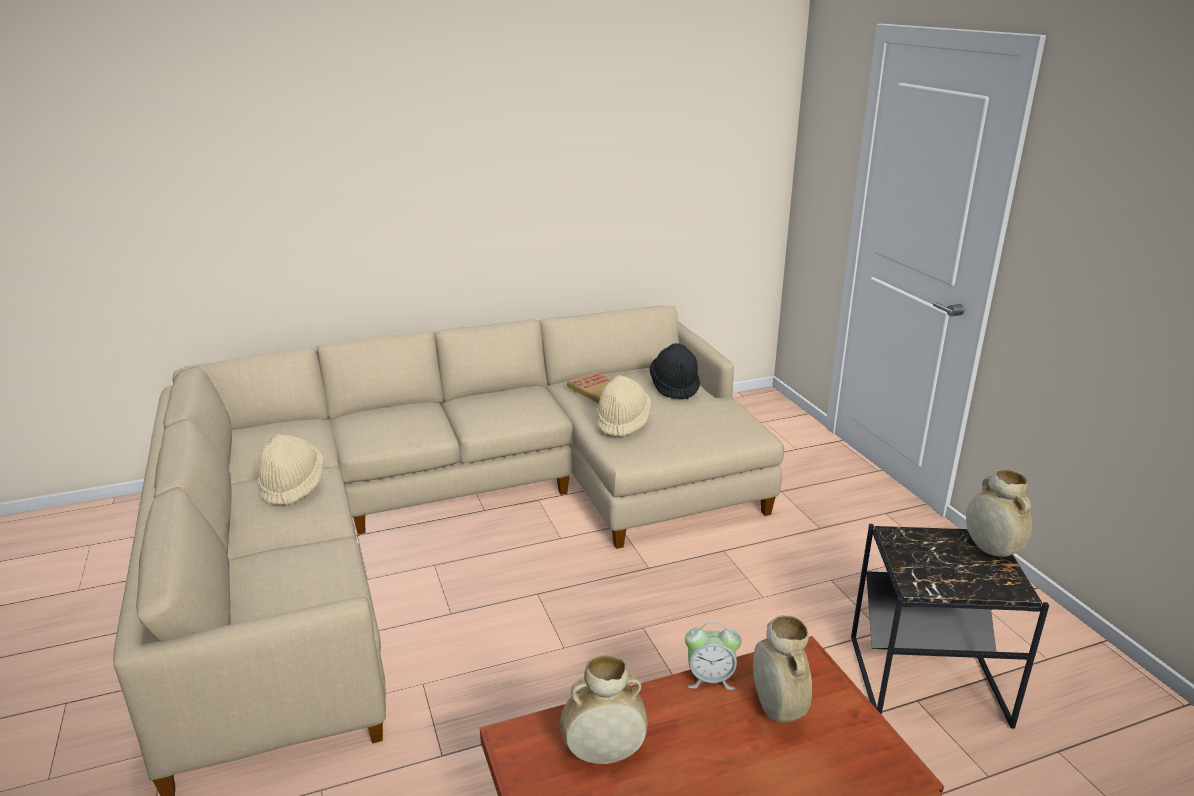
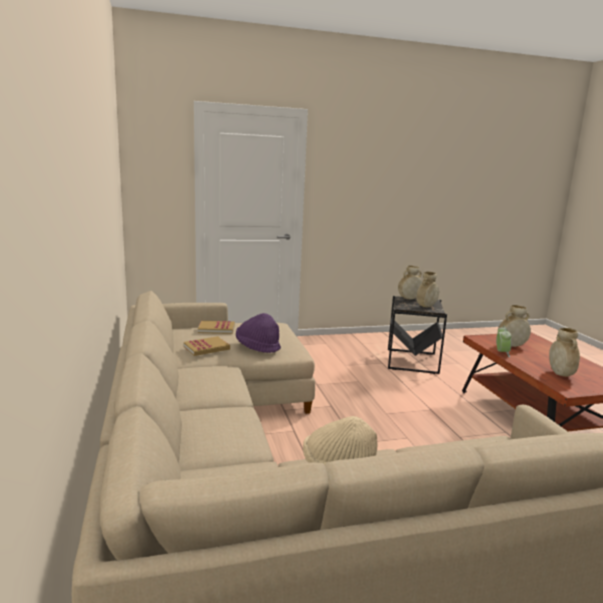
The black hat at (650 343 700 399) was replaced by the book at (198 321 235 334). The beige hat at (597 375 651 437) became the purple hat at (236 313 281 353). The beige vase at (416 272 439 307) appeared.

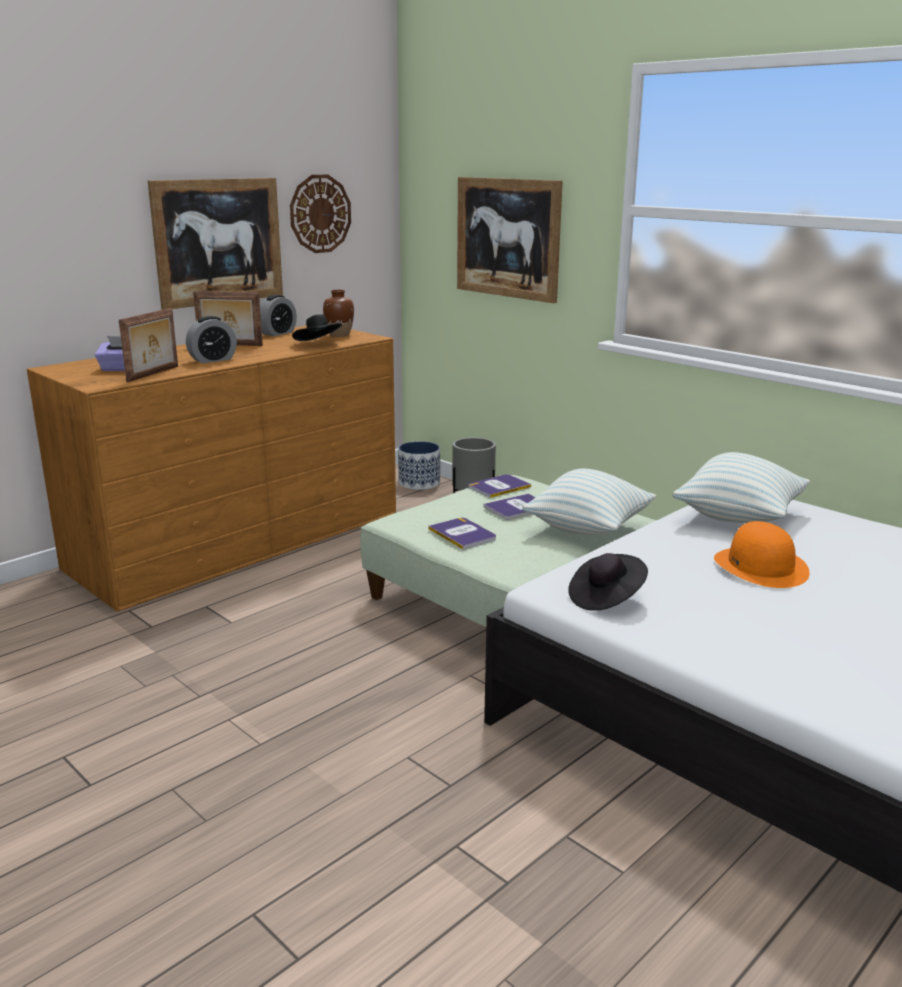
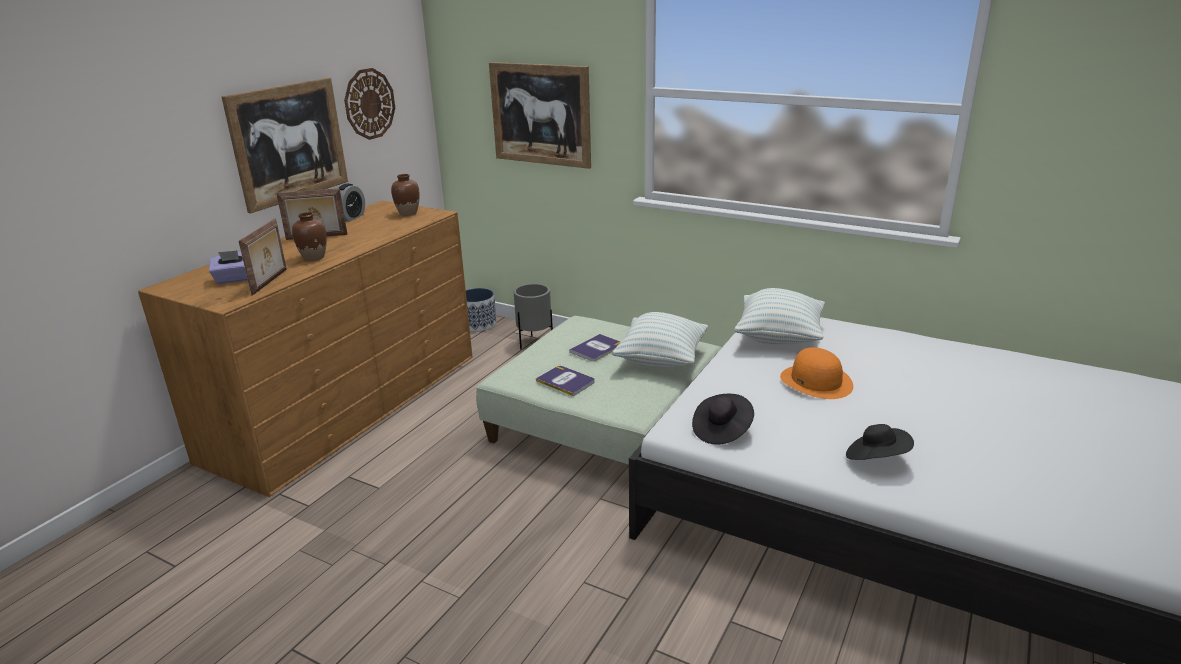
The black hat moved from (292 314 342 341) to (846 424 914 460). The alarm clock at (186 316 237 363) was replaced by the brown vase at (292 212 327 261). The book at (469 474 531 498) disappeared.

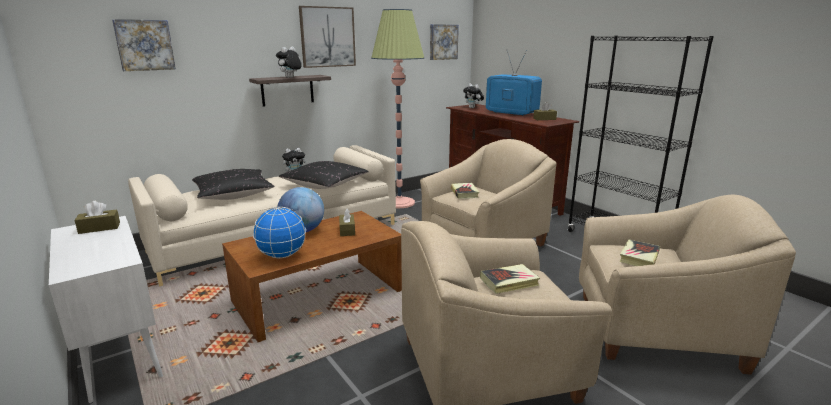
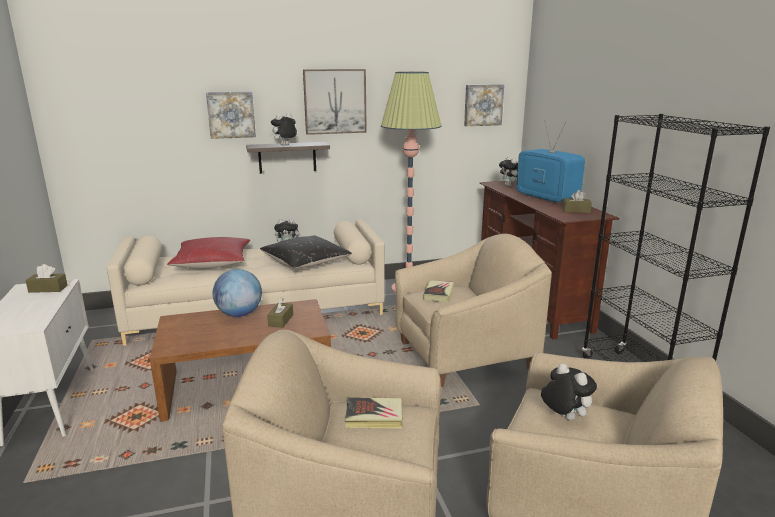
The picture moved from (112 19 176 71) to (206 92 256 139). The black pillow at (192 169 275 200) became the red pillow at (167 237 250 269). The globe at (253 207 306 258) disappeared. The book at (619 239 660 266) was replaced by the plush toy at (541 363 597 420).

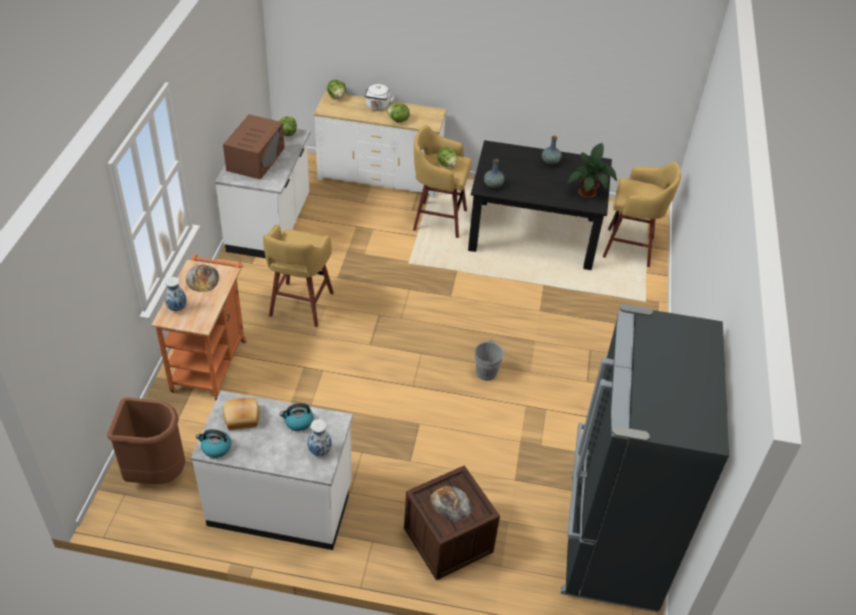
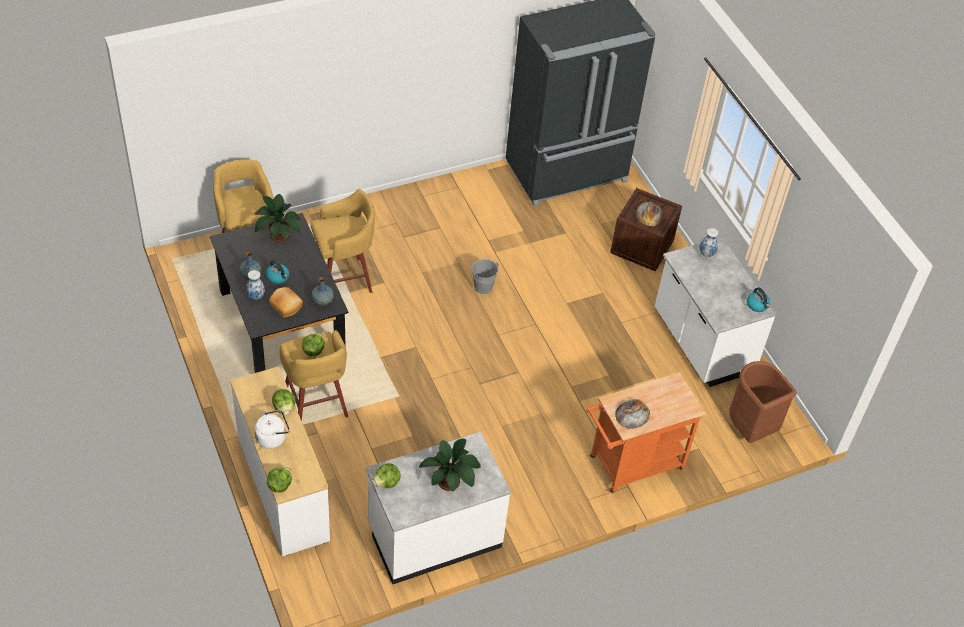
The brown microwave at (223 114 285 179) was replaced by the potted plant at (419 438 481 491). The yellow stool moved from (263 224 334 327) to (311 189 375 293). The vase moved from (165 277 187 311) to (246 270 265 300). The bread moved from (223 398 259 430) to (269 287 303 318). The kettle moved from (279 403 313 431) to (266 260 289 284).

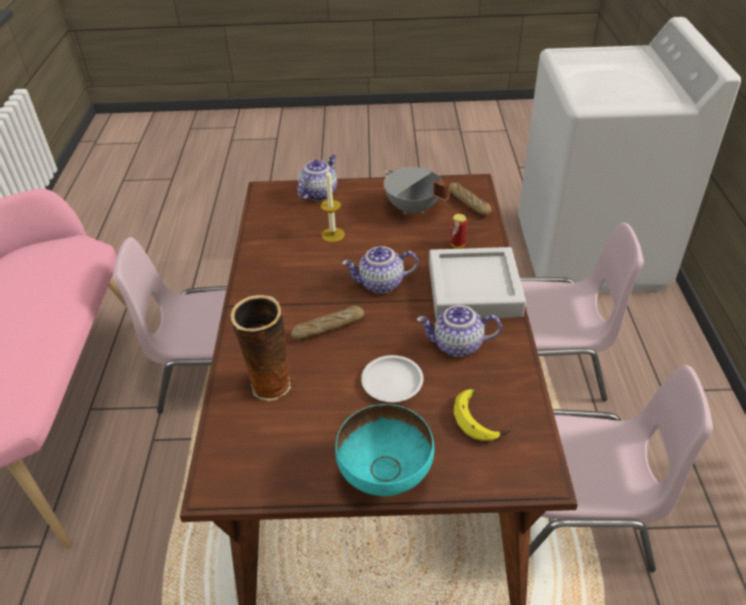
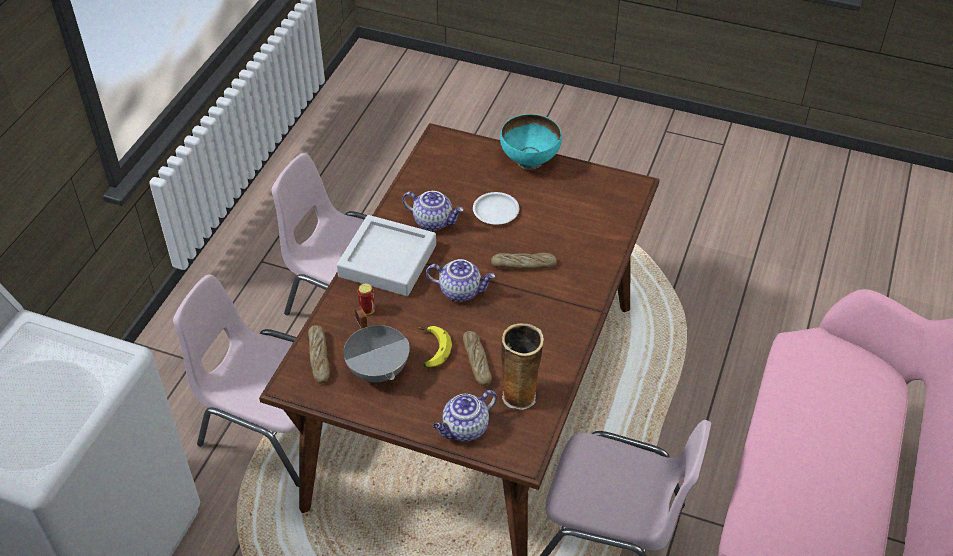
The candle at (320 170 345 242) was replaced by the bread at (463 331 492 386). The vase moved from (230 295 292 401) to (501 323 544 410). The banana moved from (454 389 511 441) to (418 326 452 367).

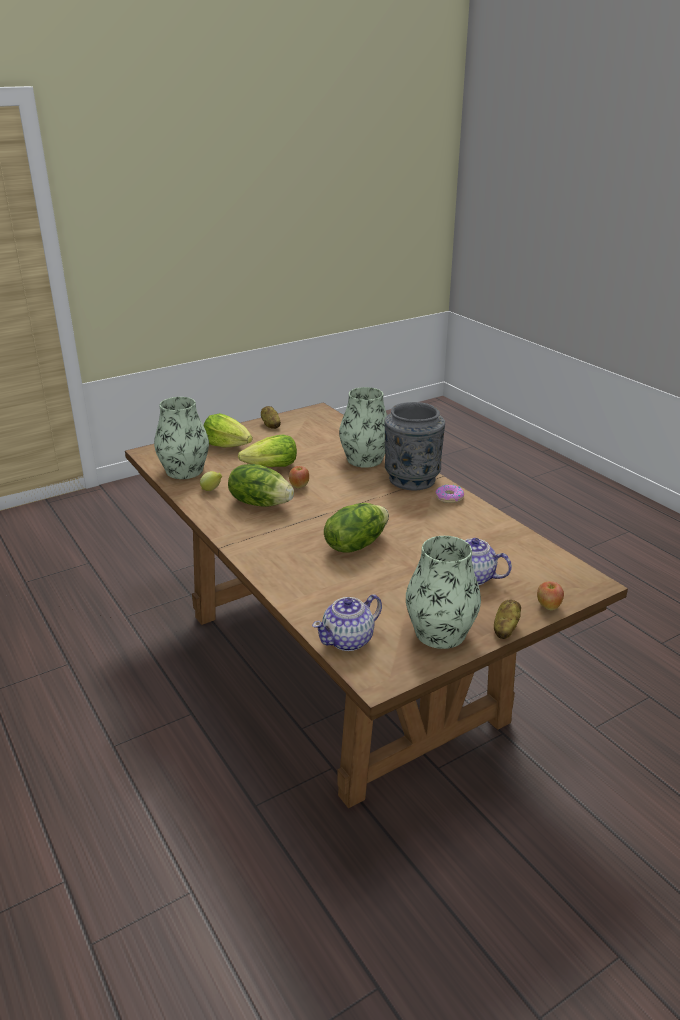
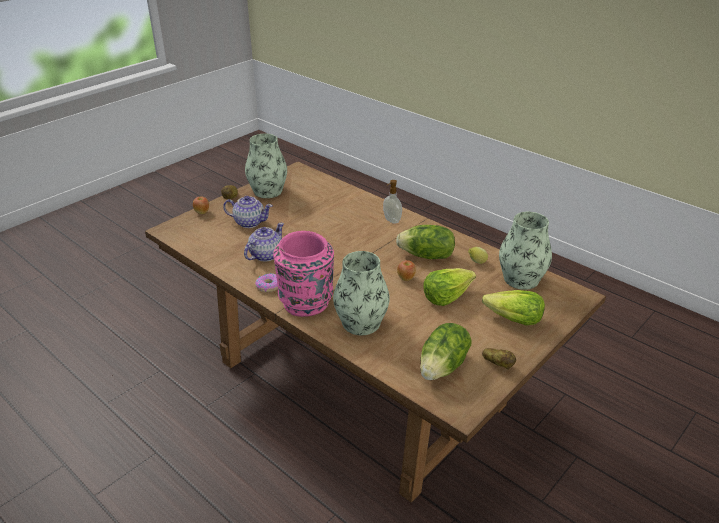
The grey vase at (385 402 445 491) became the pink vase at (273 231 334 317). The lettuce moved from (324 503 389 553) to (420 323 472 380). The teapot moved from (312 594 382 651) to (244 223 284 262). The soap dispenser at (383 180 402 224) appeared.

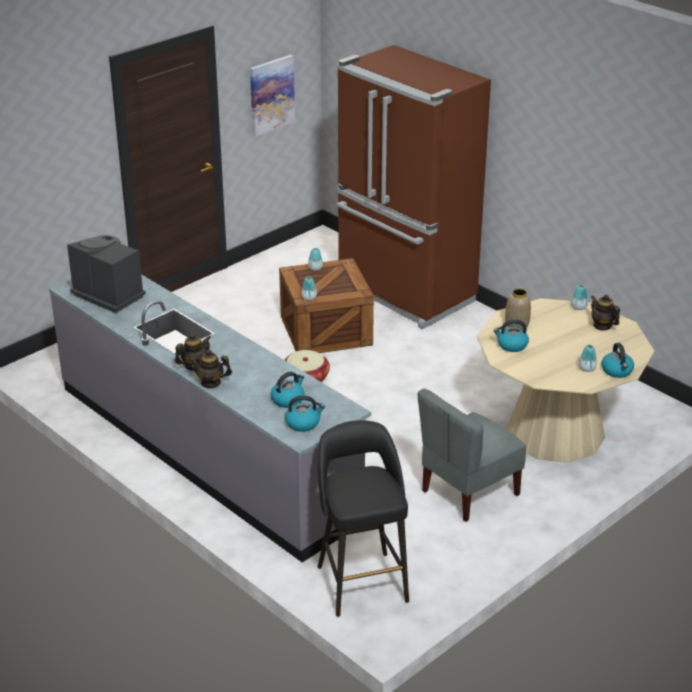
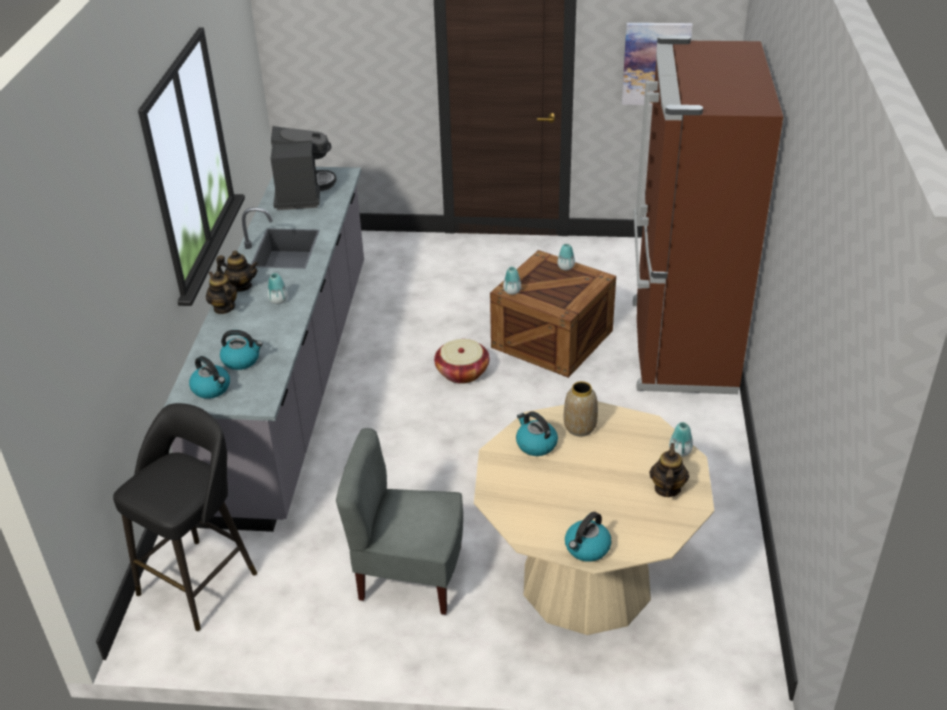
The vase moved from (579 344 597 372) to (267 273 288 304).

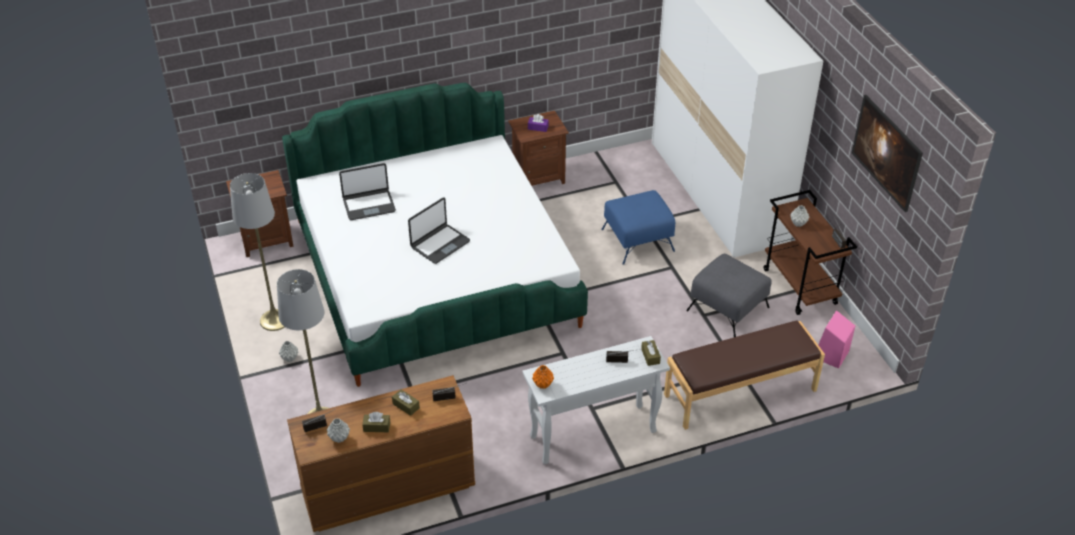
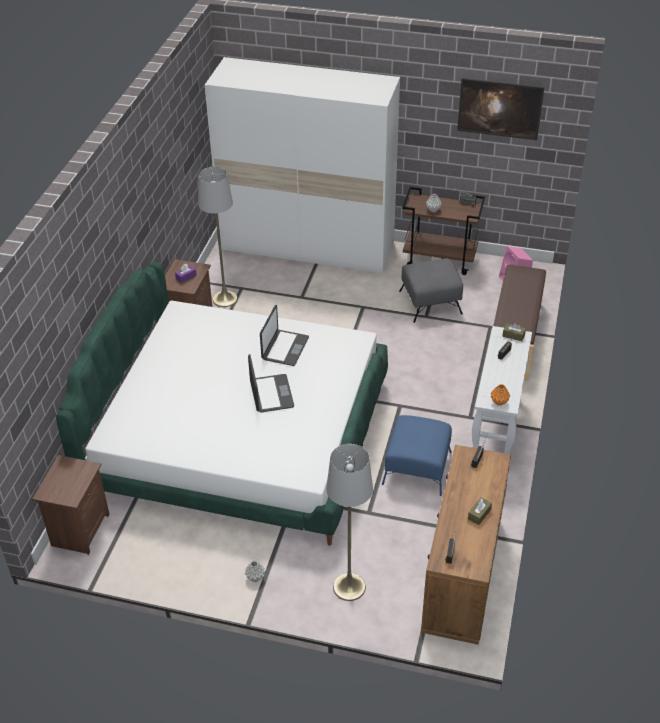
The laptop moved from (339 163 396 220) to (260 305 309 366). The grey floor lamp moved from (230 173 285 331) to (198 167 238 307). The blue ottoman moved from (601 190 675 265) to (382 415 452 496). The brown tissue box at (392 389 420 416) disappeared. The grey vase at (327 418 350 443) disappeared.

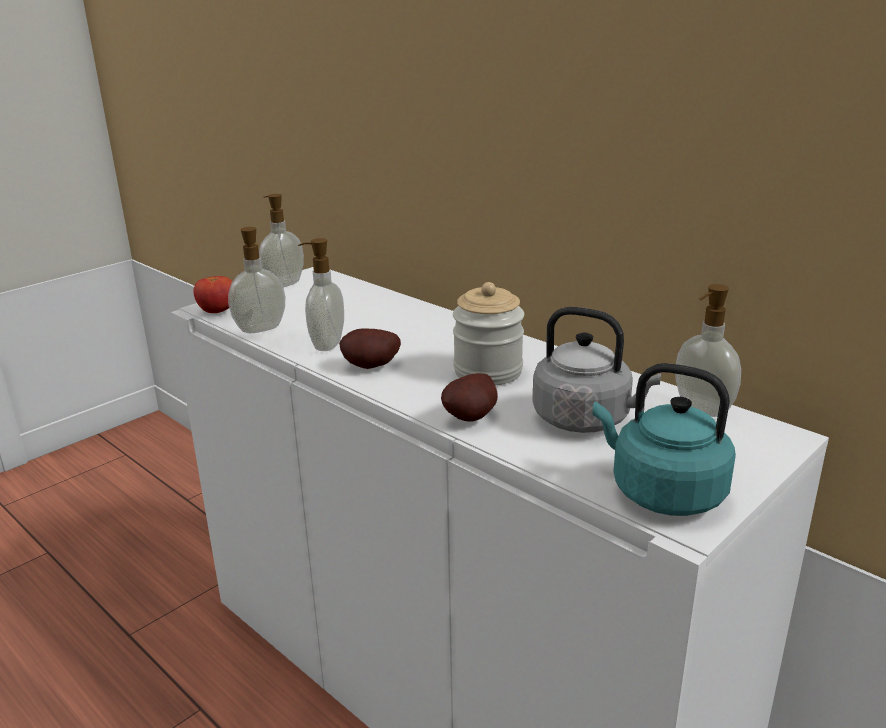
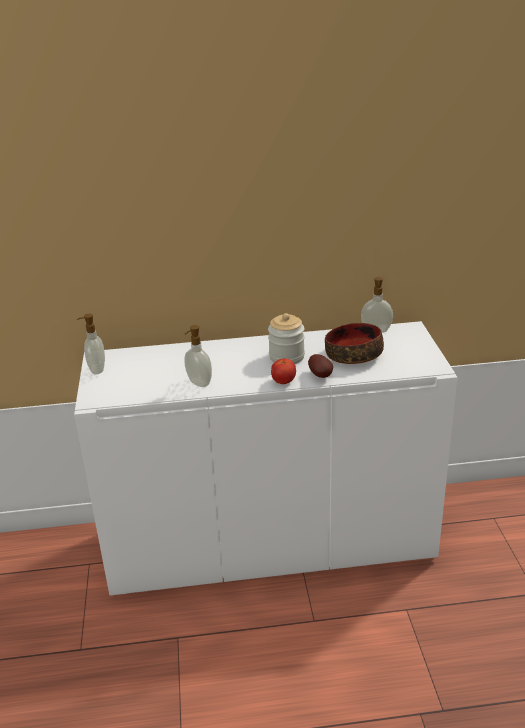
The soap dispenser at (228 227 285 333) disappeared. The tomato moved from (193 276 233 313) to (271 358 296 384). The grey kettle at (532 307 661 433) was replaced by the bowl at (325 323 384 364). The potato at (339 328 401 369) disappeared. The turquoise kettle at (593 363 736 516) disappeared.

